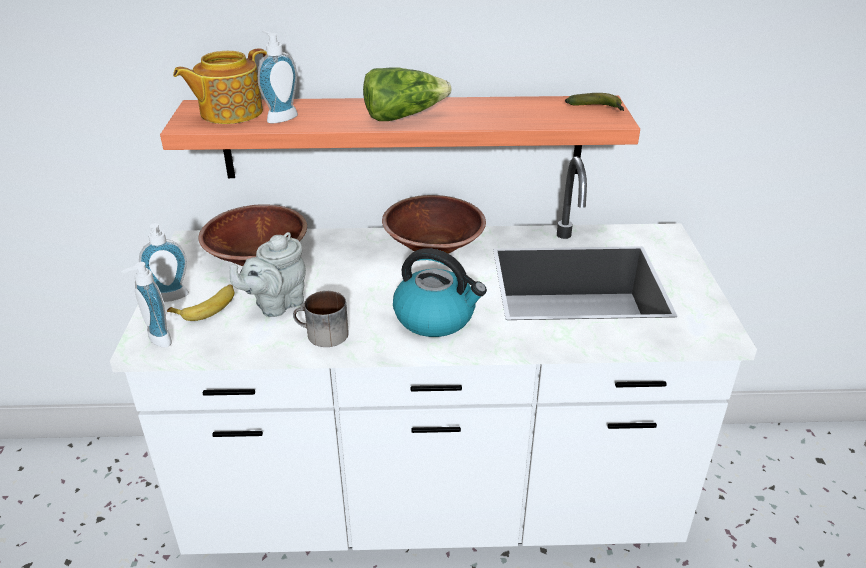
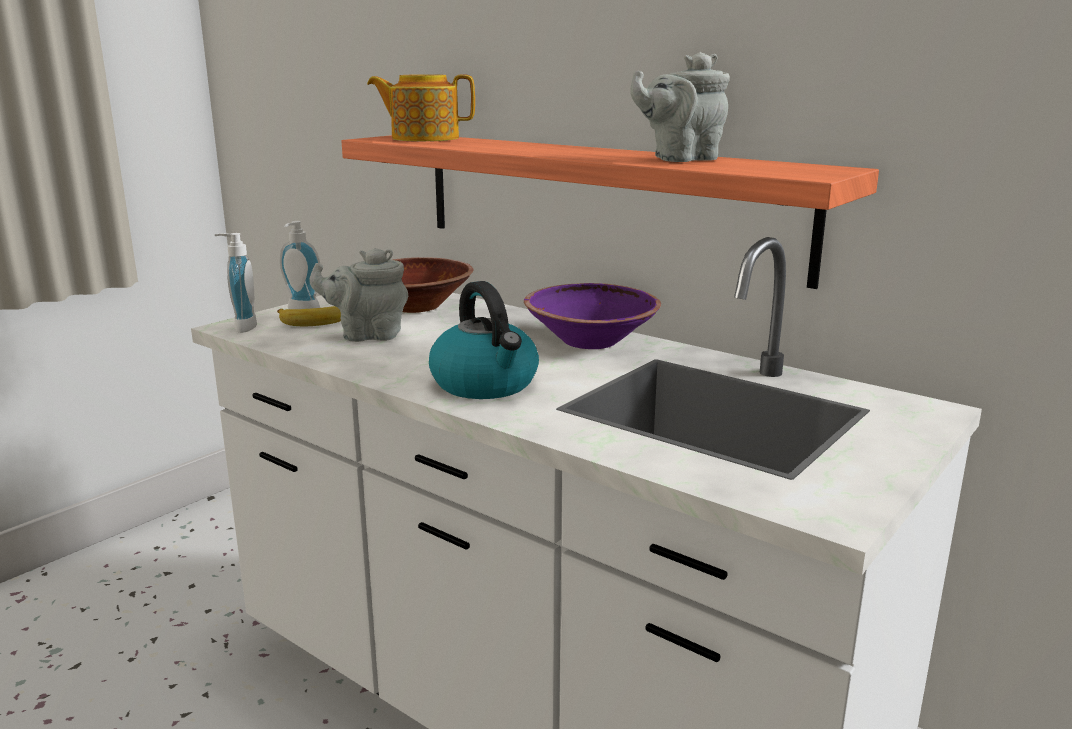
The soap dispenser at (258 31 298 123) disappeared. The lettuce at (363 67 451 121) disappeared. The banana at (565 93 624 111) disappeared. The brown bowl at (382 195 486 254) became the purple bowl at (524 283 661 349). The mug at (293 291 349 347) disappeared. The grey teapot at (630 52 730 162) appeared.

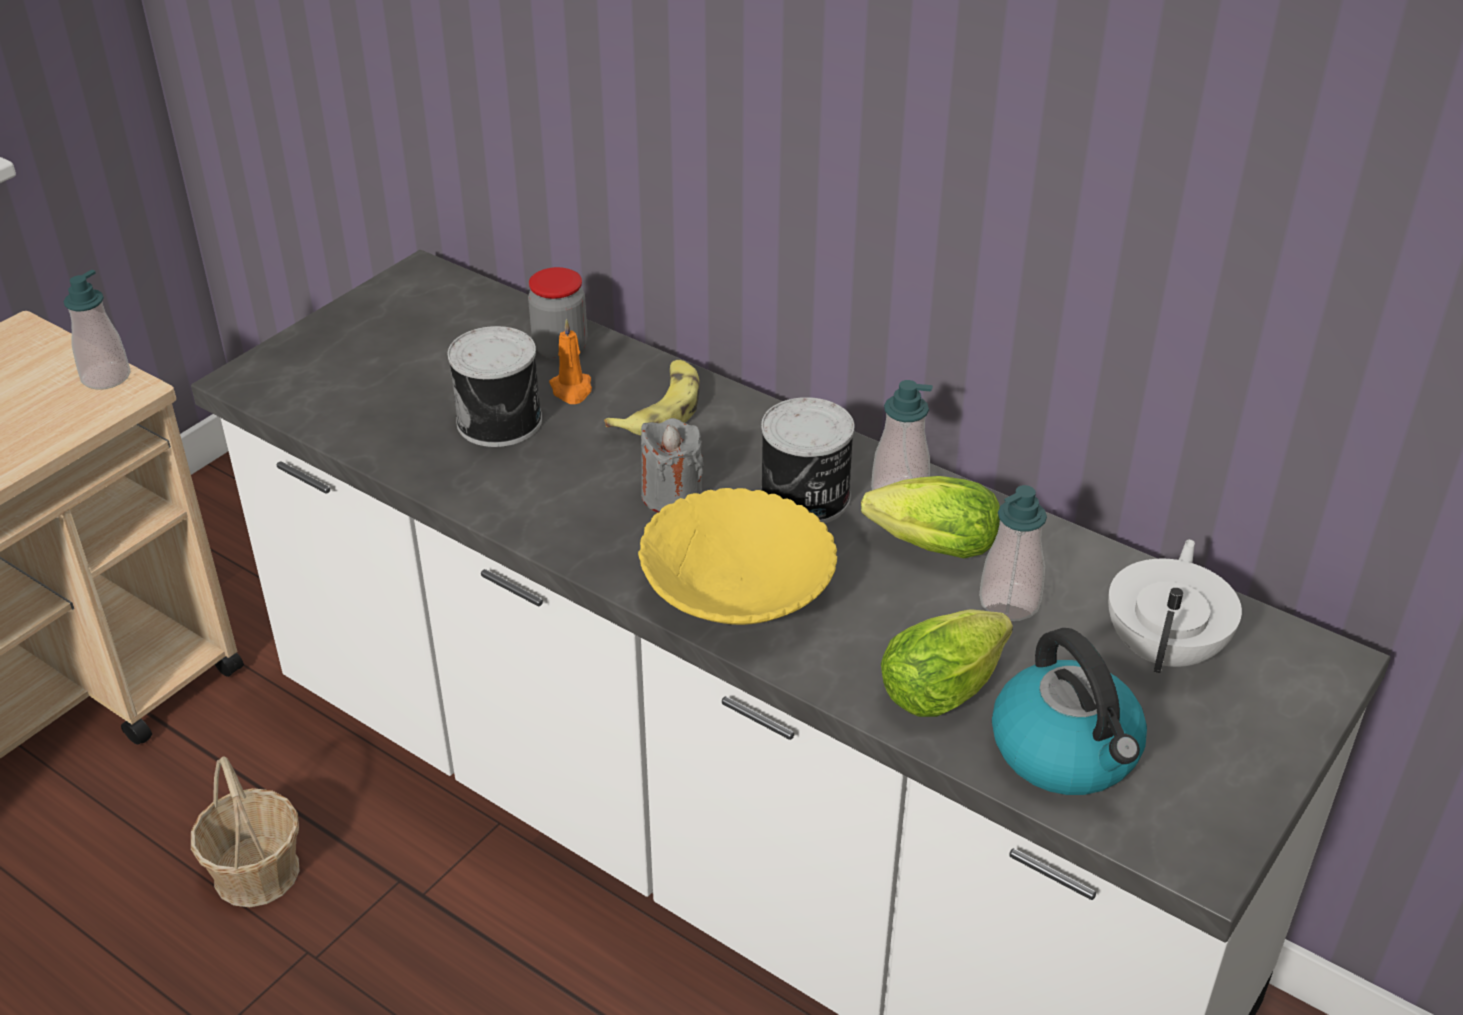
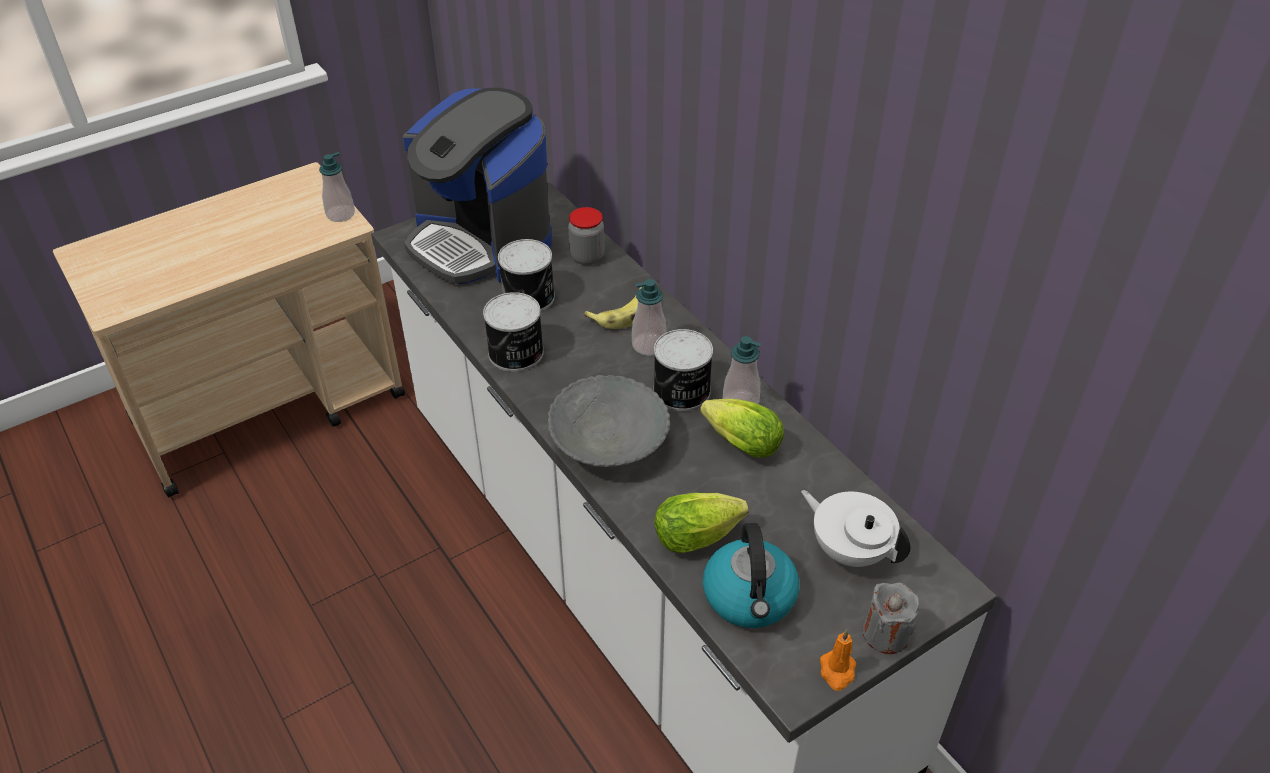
The orange candle moved from (549 319 592 404) to (820 630 856 691). The grey candle moved from (641 418 704 513) to (862 583 919 654). The soap dispenser moved from (979 485 1047 621) to (632 279 667 356). The yellow bowl at (638 488 837 625) became the grey bowl at (548 375 670 467). The white teapot at (1108 539 1242 673) turned 90 degrees counterclockwise. The basket at (191 757 300 907) disappeared. The coffee machine at (403 88 552 284) appeared. The can at (483 292 544 372) appeared.

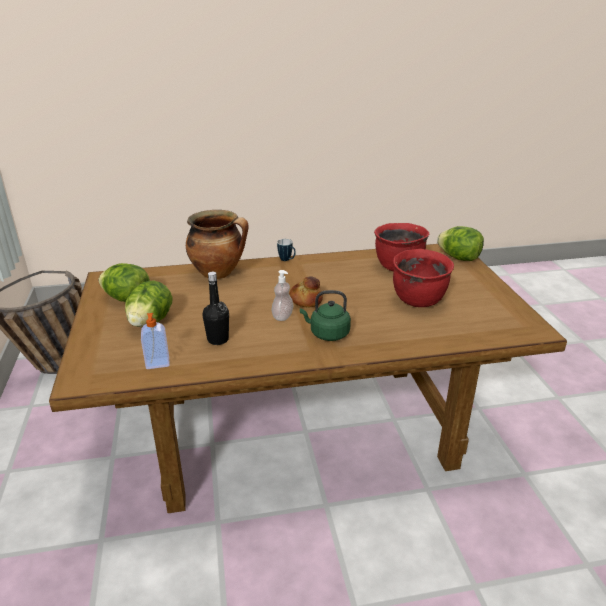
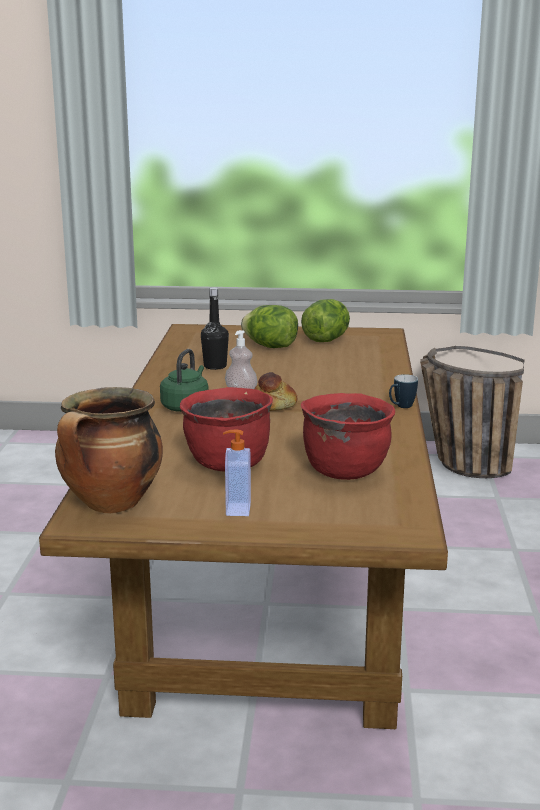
The cooking pot moved from (186 210 249 279) to (55 387 163 514). The lettuce at (437 226 484 261) disappeared. The soap dispenser moved from (141 313 170 369) to (223 430 251 516).

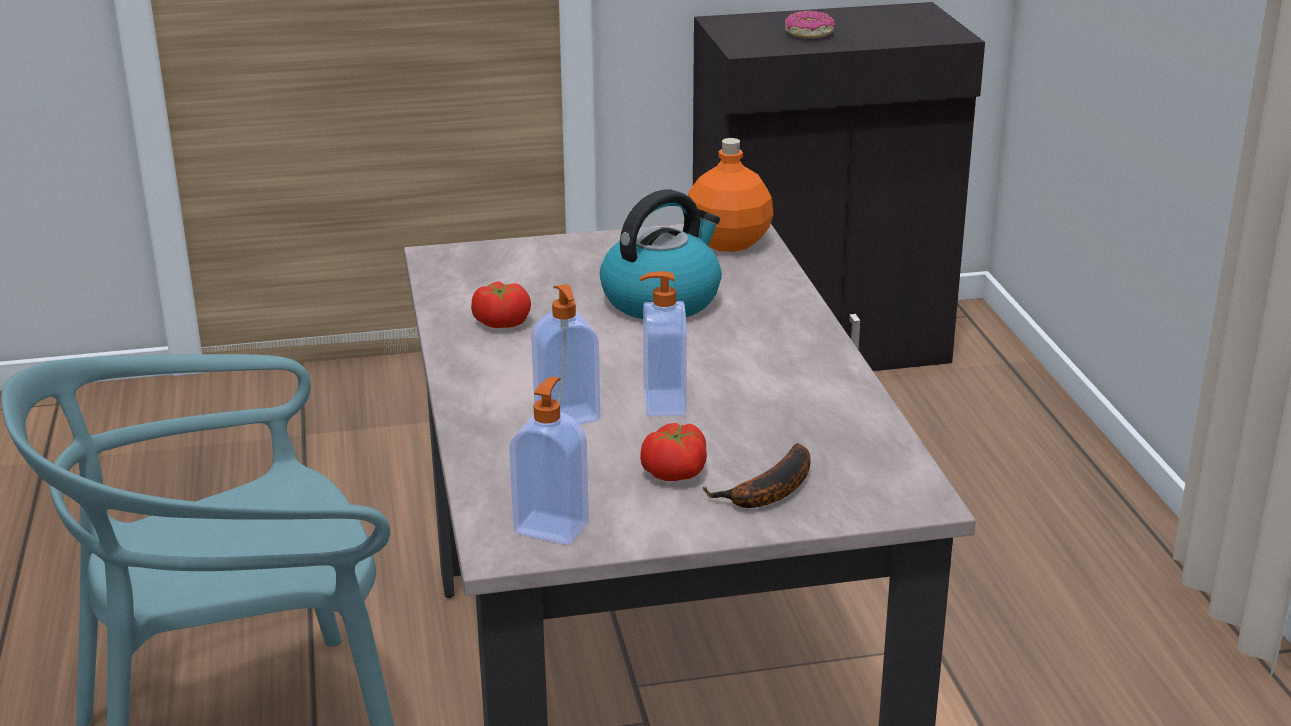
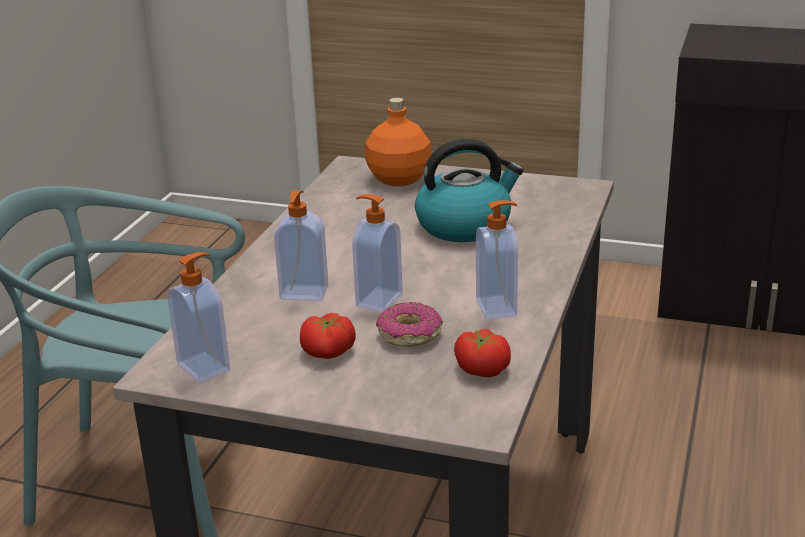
The donut moved from (784 10 835 38) to (376 302 443 347). The orange bottle moved from (688 138 773 252) to (364 98 432 186). The tomato moved from (471 281 531 328) to (454 329 511 377). The banana at (702 443 810 508) disappeared. The soap dispenser at (476 200 518 320) appeared.

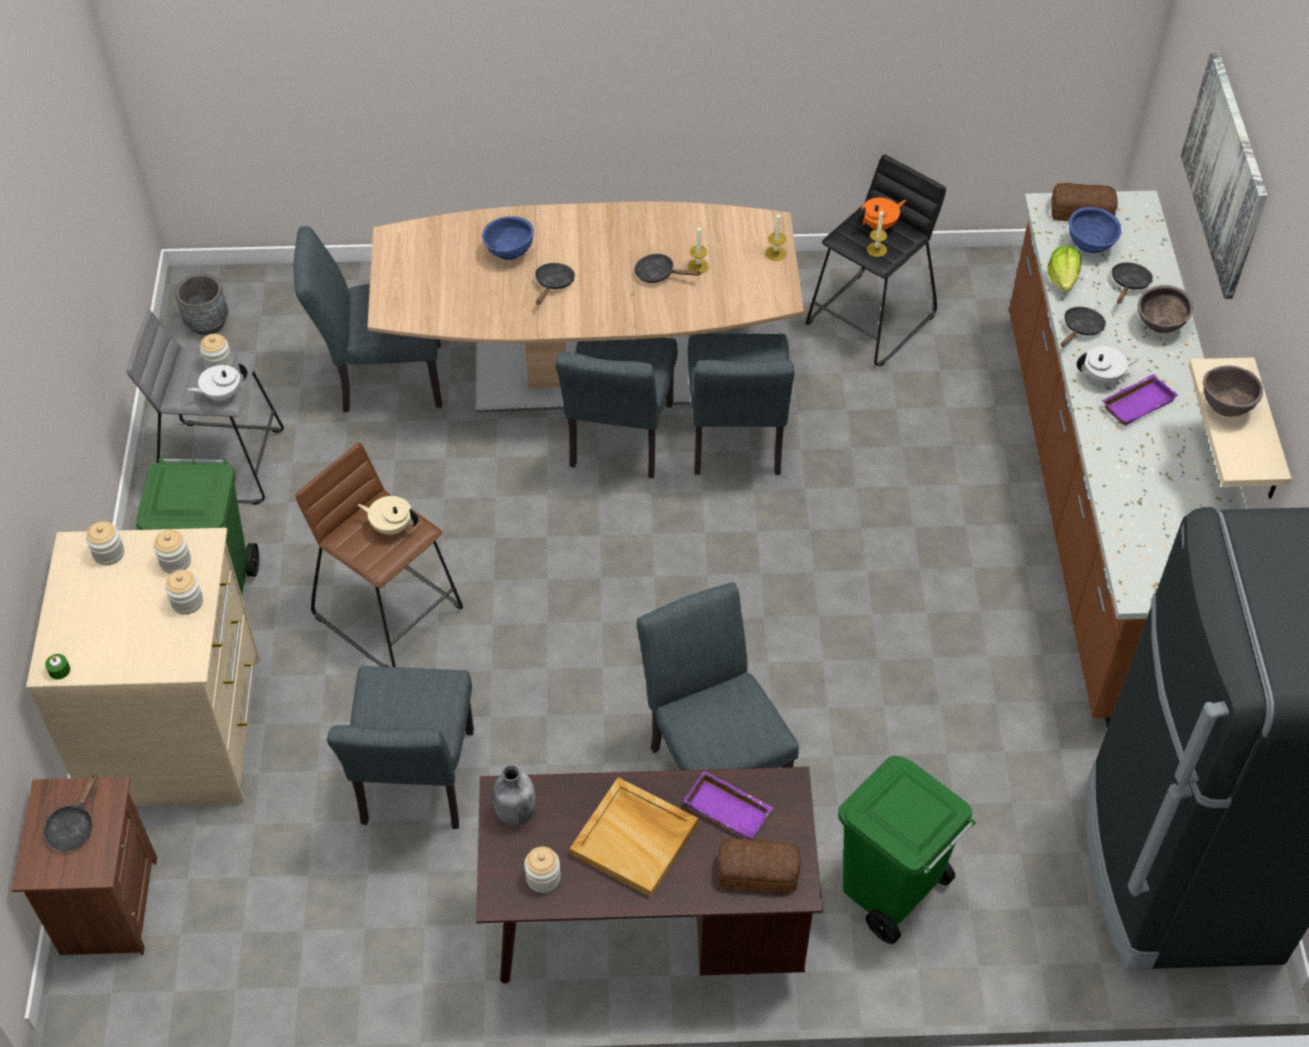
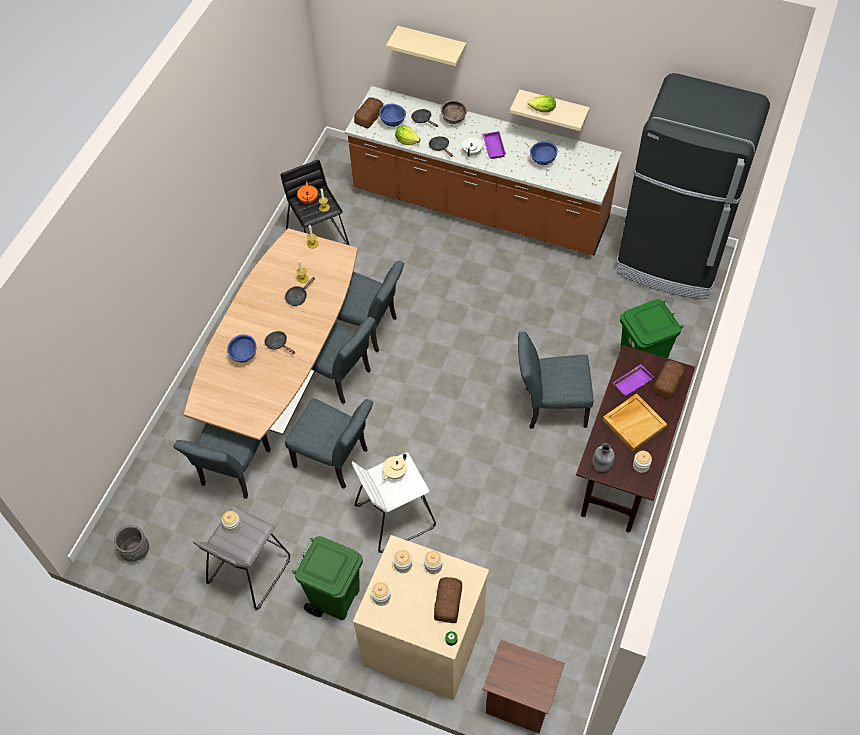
The picture at (1181 51 1268 299) was replaced by the beige shelf at (386 26 467 66). The white teapot at (187 363 247 401) disappeared. The brown bowl at (1203 366 1263 417) was replaced by the lettuce at (527 95 556 112). The brown stool at (296 443 463 667) became the white stool at (352 452 436 553). The grey chair moved from (327 666 474 829) to (285 398 373 489). The black frying pan at (44 773 97 851) disappeared. The blue bowl at (530 141 558 165) appeared. The bread at (434 577 462 623) appeared.

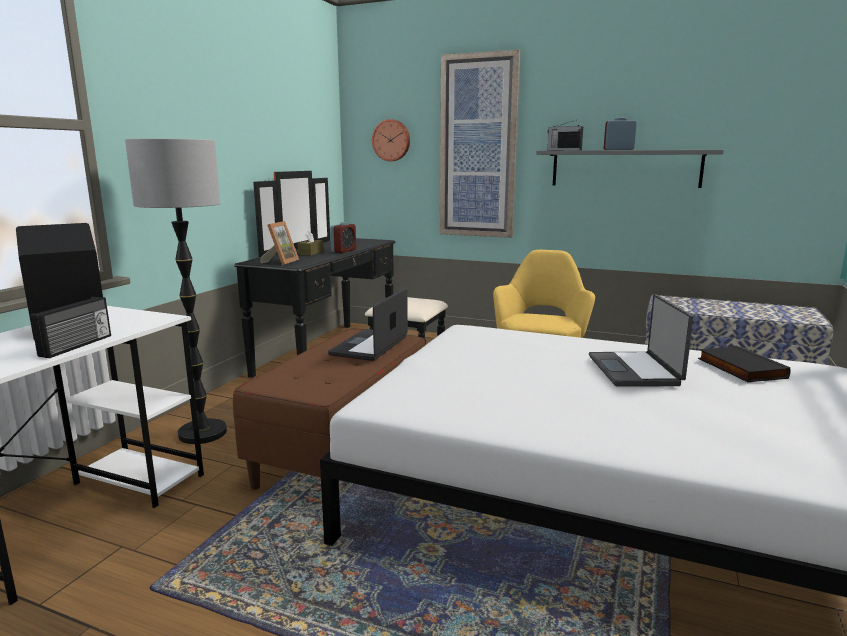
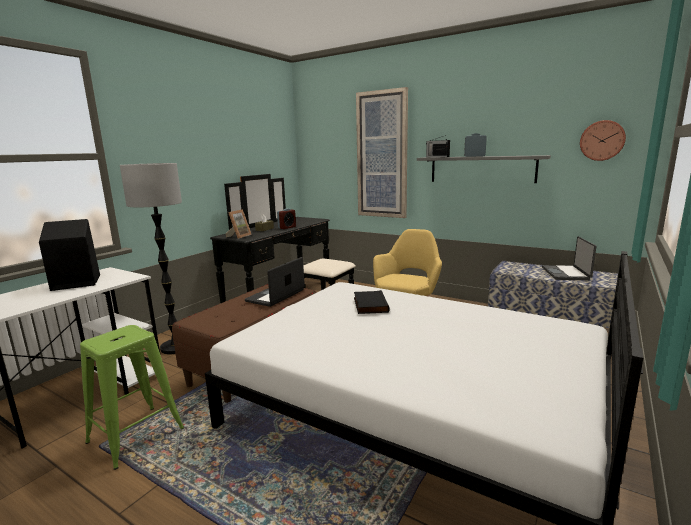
The wall clock moved from (372 119 410 161) to (580 120 626 161). The laptop moved from (589 294 694 387) to (542 236 596 280). The radio at (30 297 111 358) disappeared. The black book moved from (698 346 791 382) to (354 290 389 314). The green stool at (80 325 184 470) appeared.

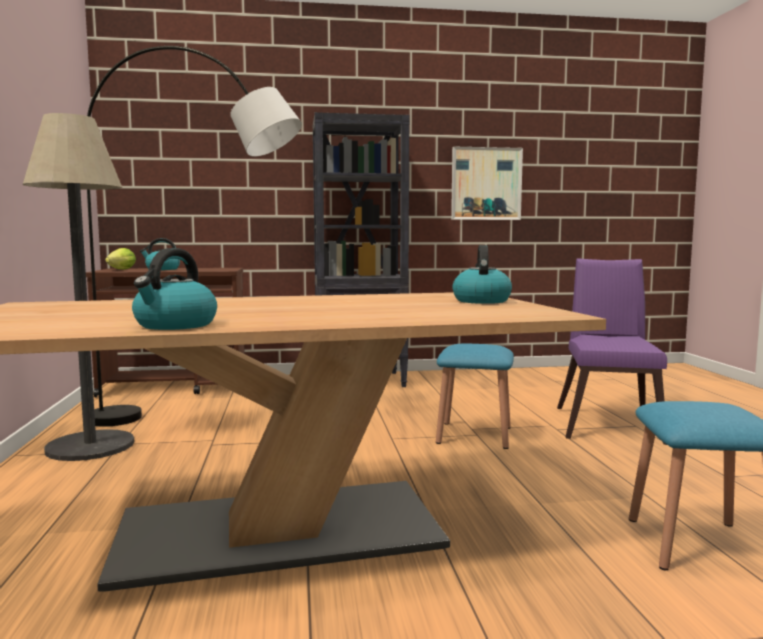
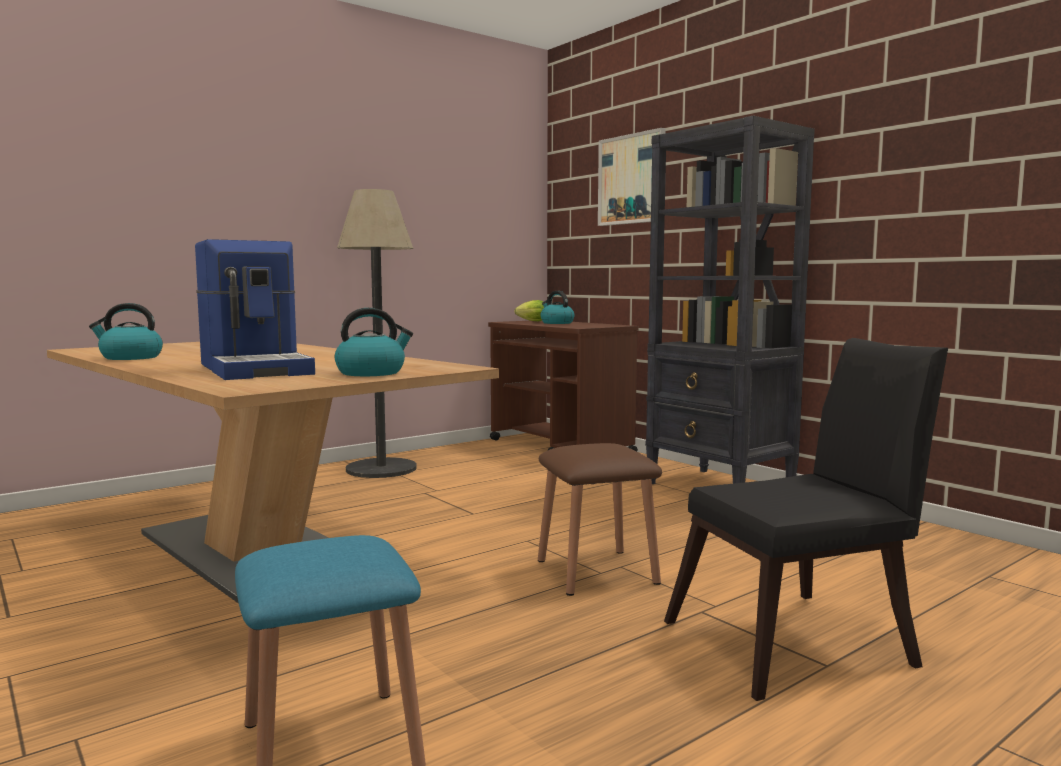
The grey floor lamp at (87 46 302 427) disappeared. The picture moved from (451 147 523 220) to (598 128 666 226). The purple chair at (557 258 667 445) became the black chair at (664 338 948 701). The blue stool at (436 344 514 449) became the brown stool at (538 443 662 596). The coffee machine at (195 239 315 380) appeared.

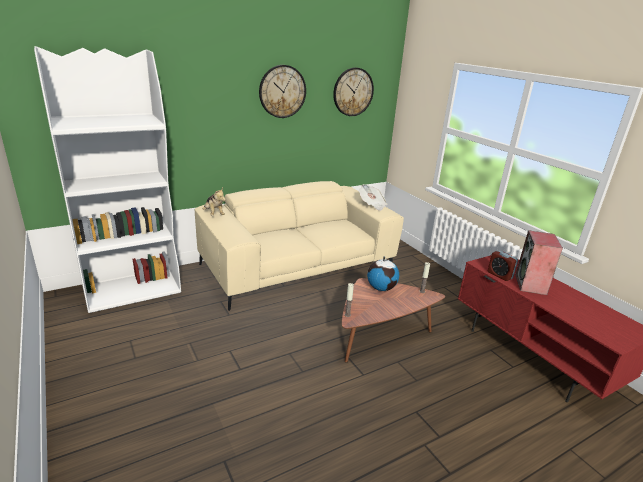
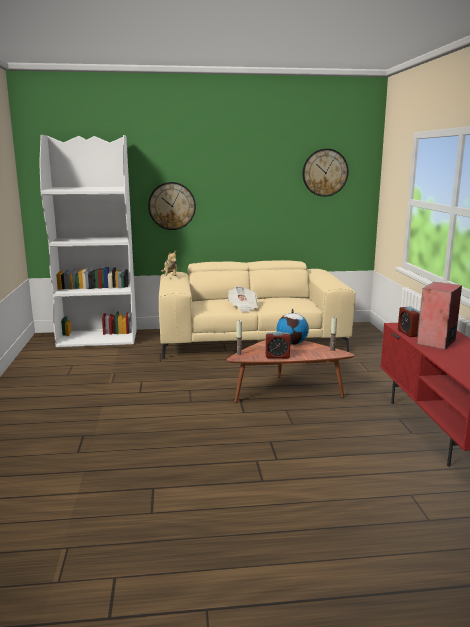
The wall clock moved from (259 65 306 118) to (148 182 196 230). The newspaper moved from (359 184 387 211) to (228 286 258 312). The alarm clock at (265 331 290 358) appeared.

